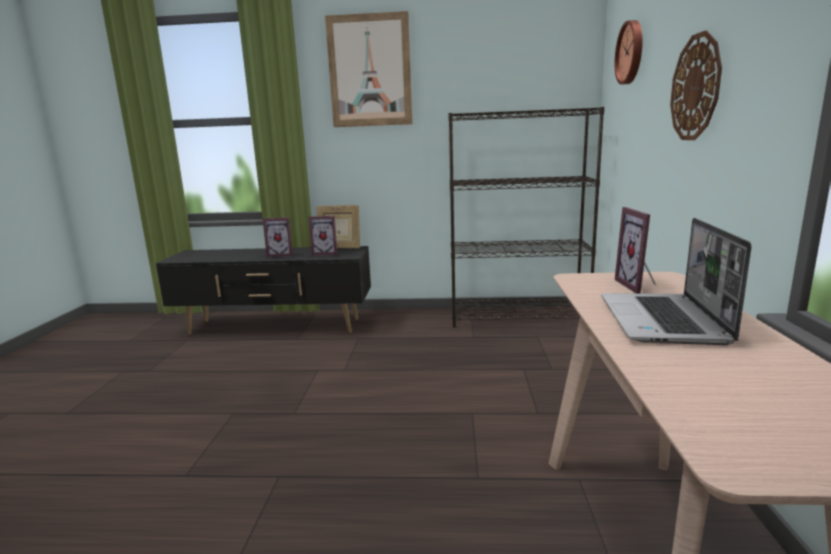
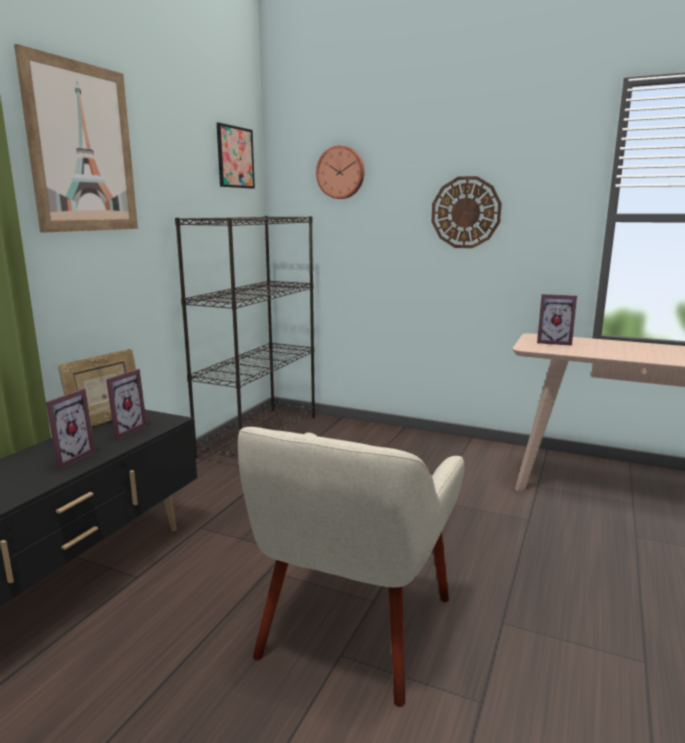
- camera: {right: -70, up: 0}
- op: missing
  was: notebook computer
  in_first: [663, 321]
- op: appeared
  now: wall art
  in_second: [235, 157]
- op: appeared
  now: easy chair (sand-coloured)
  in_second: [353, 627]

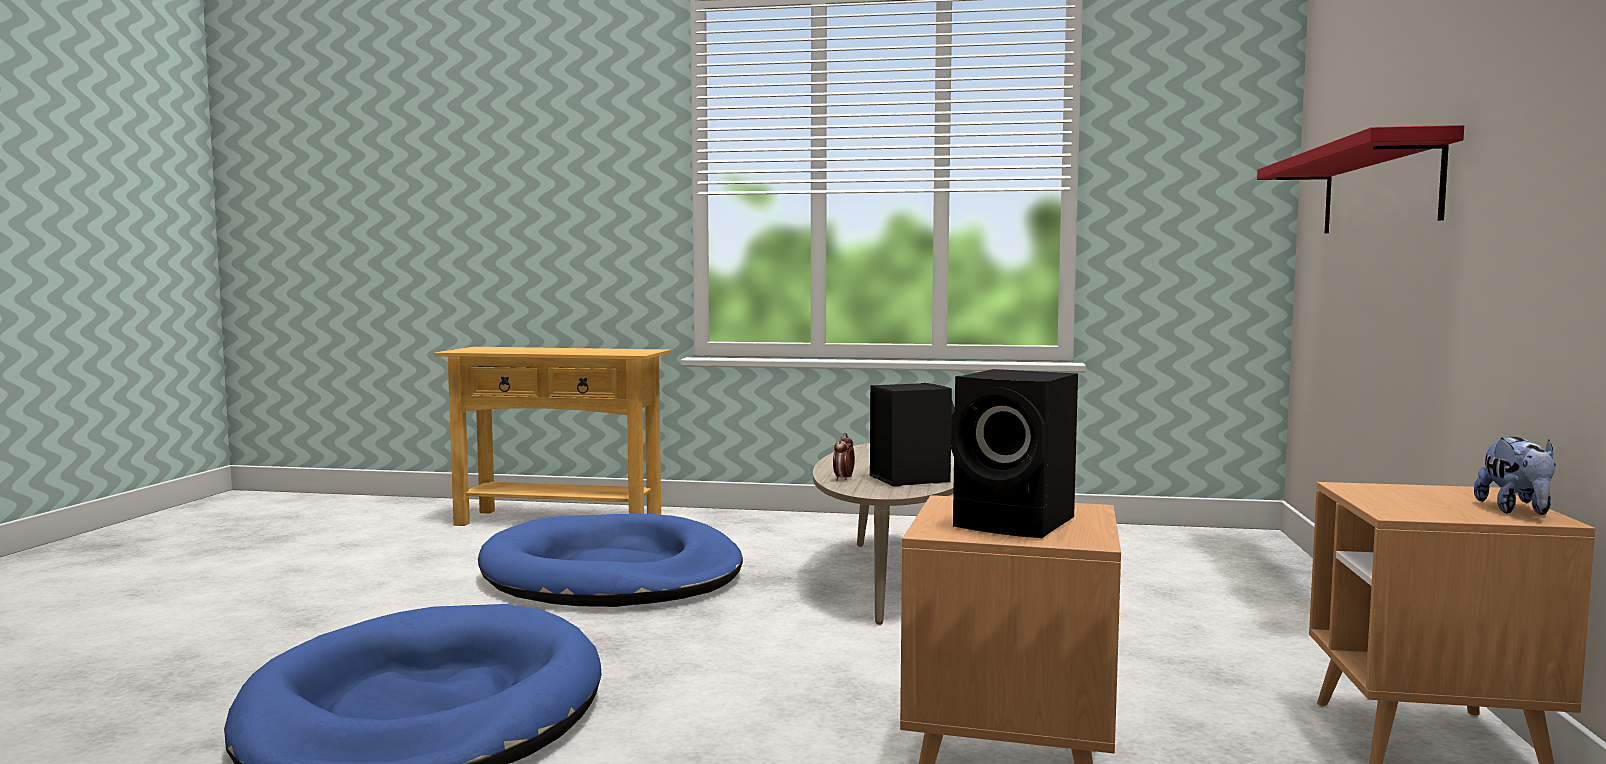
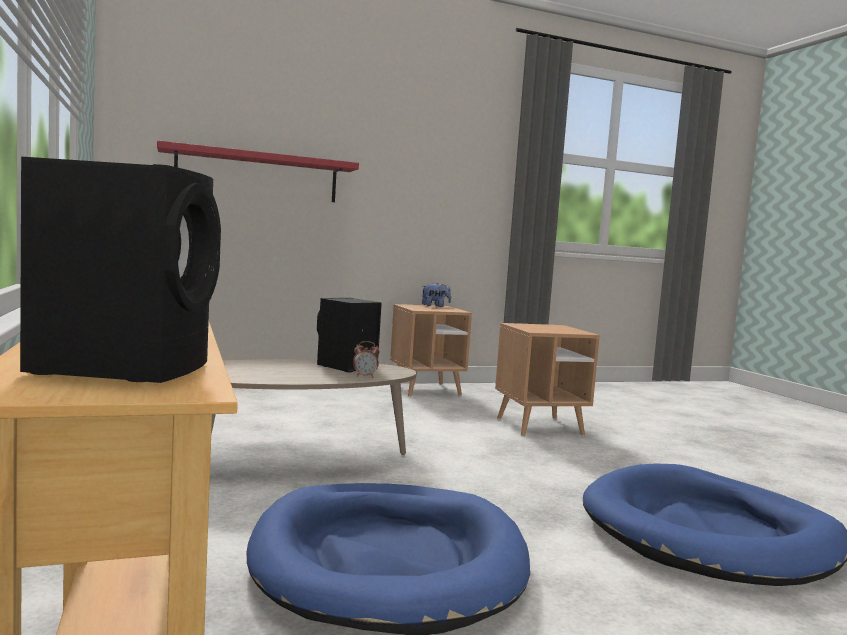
- camera: {right: -120, up: 0}
- op: relocated
  was: loudspeaker (blackish)
  in_first: [1018, 524]
  in_second: [127, 367]

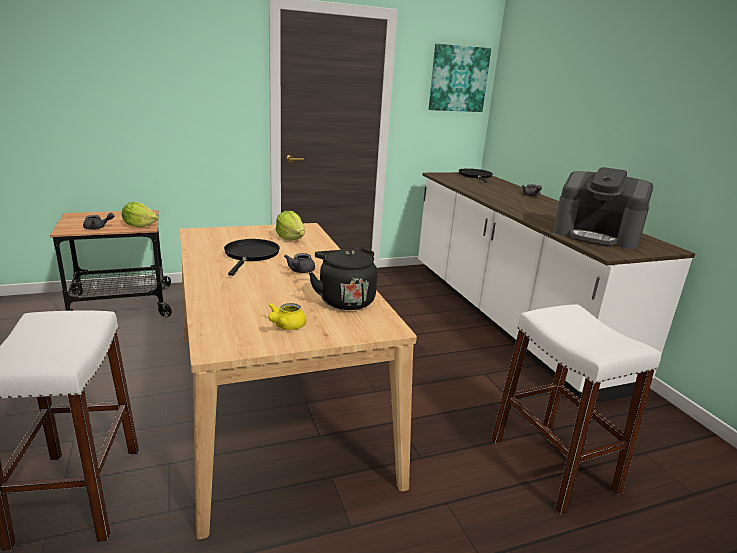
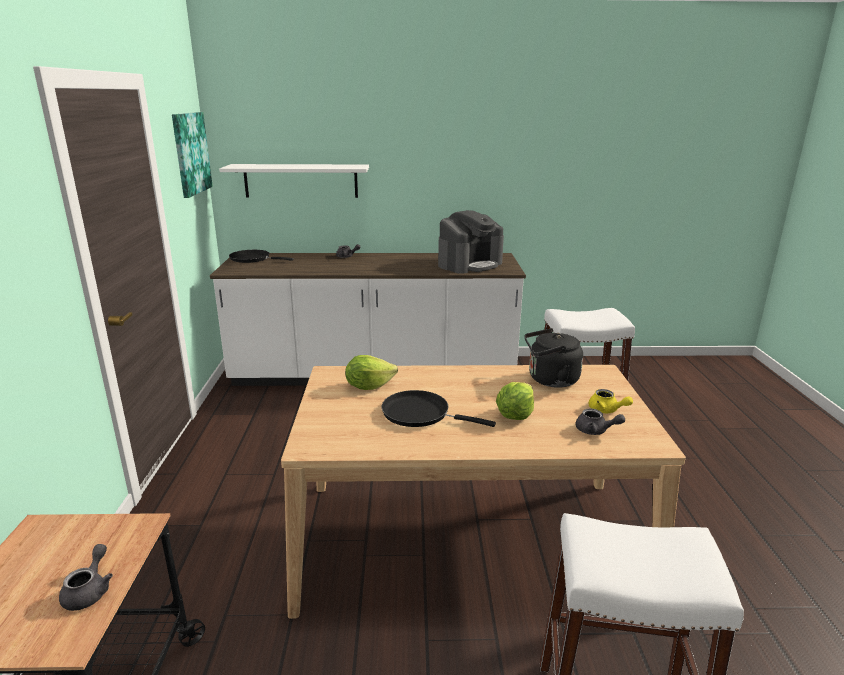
- camera: {right: -70, up: 0}
- op: relocated
  was: head of lettuce
  in_first: [140, 225]
  in_second: [515, 415]
- op: relocated
  was: teapot (gray)
  in_first: [300, 271]
  in_second: [595, 431]
- op: appeared
  now: shelf (white)
  in_second: [301, 180]

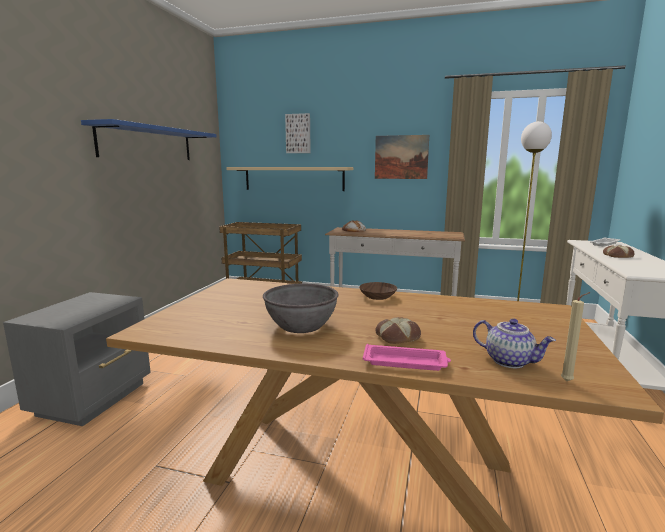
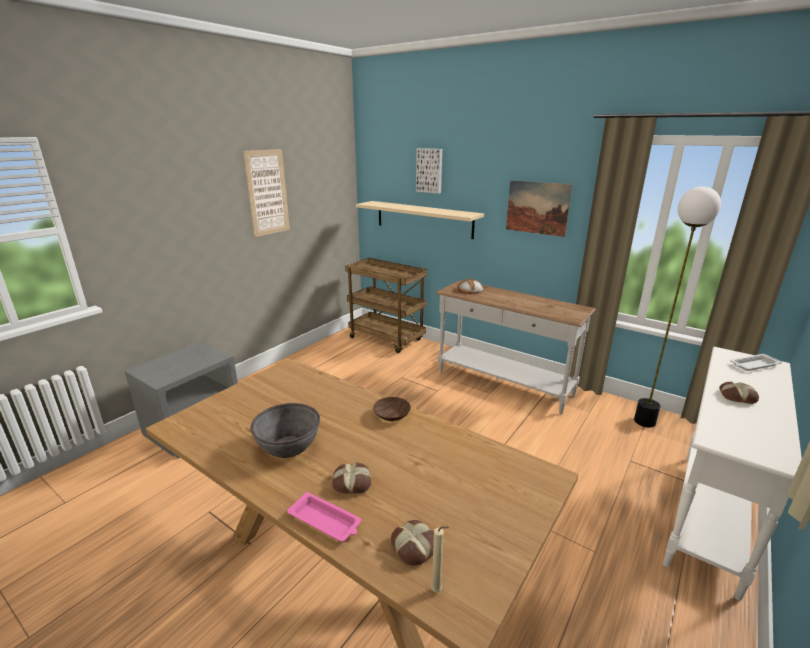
- camera: {right: 20, up: 10}
- op: exchanged
  was: shelf (bluish)
  now: wall art
  in_first: [148, 143]
  in_second: [267, 193]
- op: exchanged
  was: teapot
  now: bread
  in_first: [509, 361]
  in_second: [415, 546]

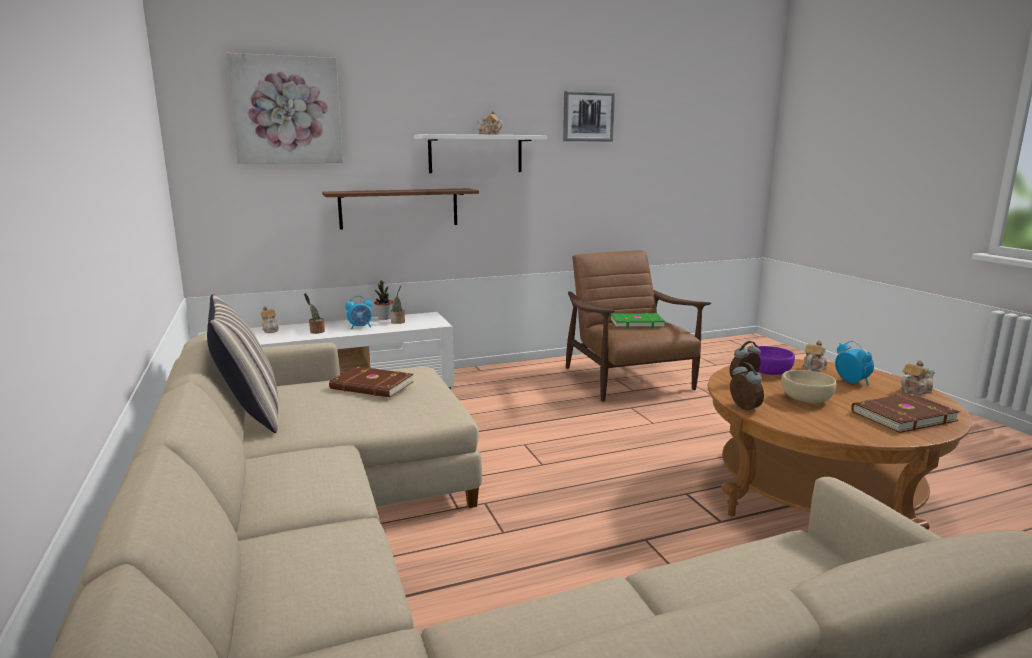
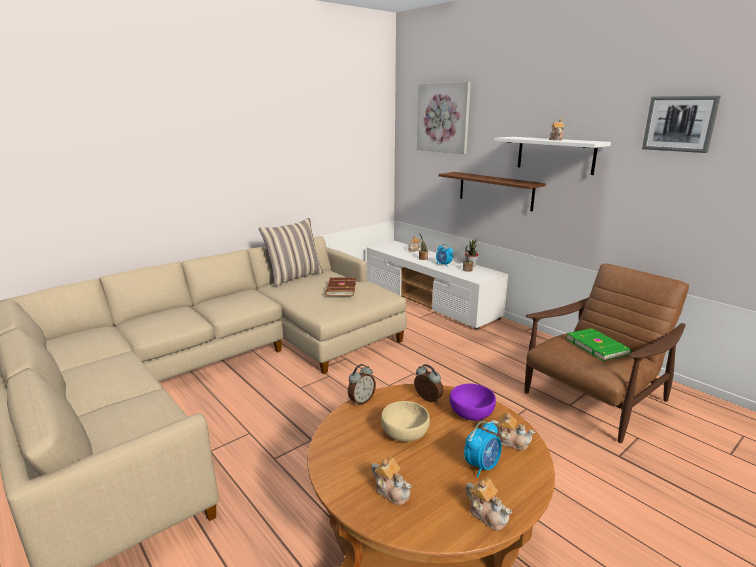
- camera: {right: 70, up: 5}
- op: exchanged
  was: bound book (brownish)
  now: teapot
  in_first: [901, 416]
  in_second: [392, 491]

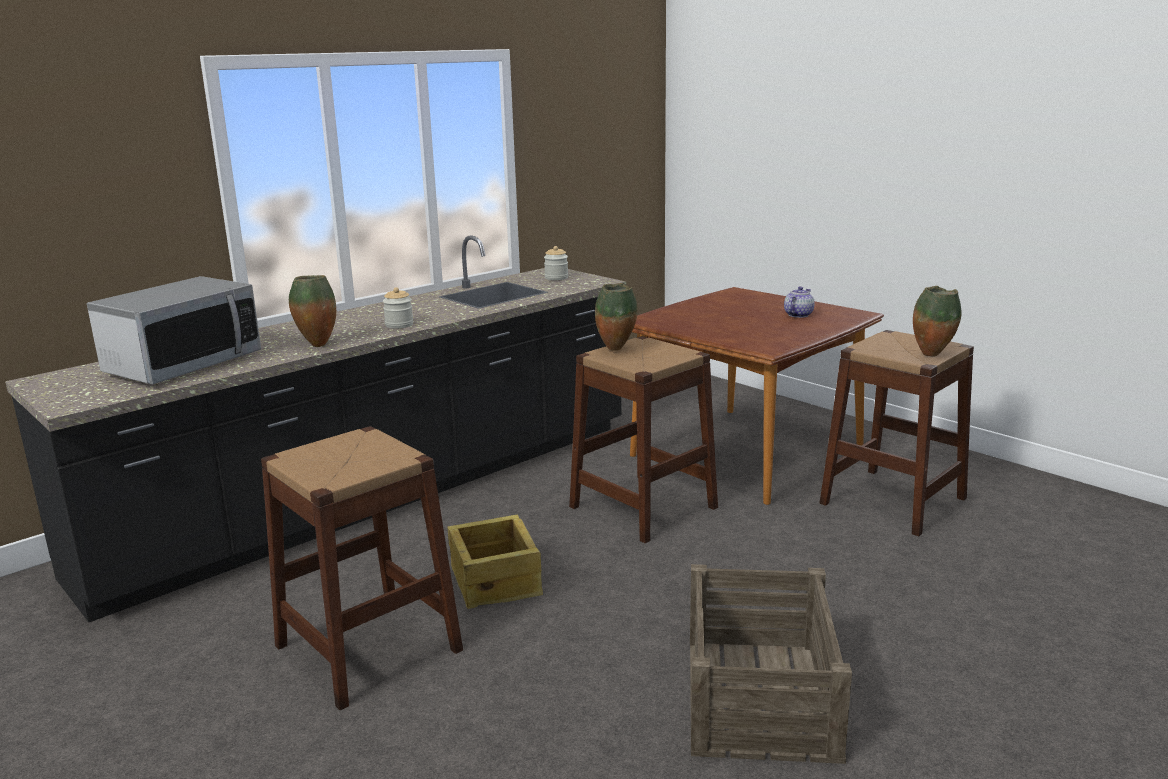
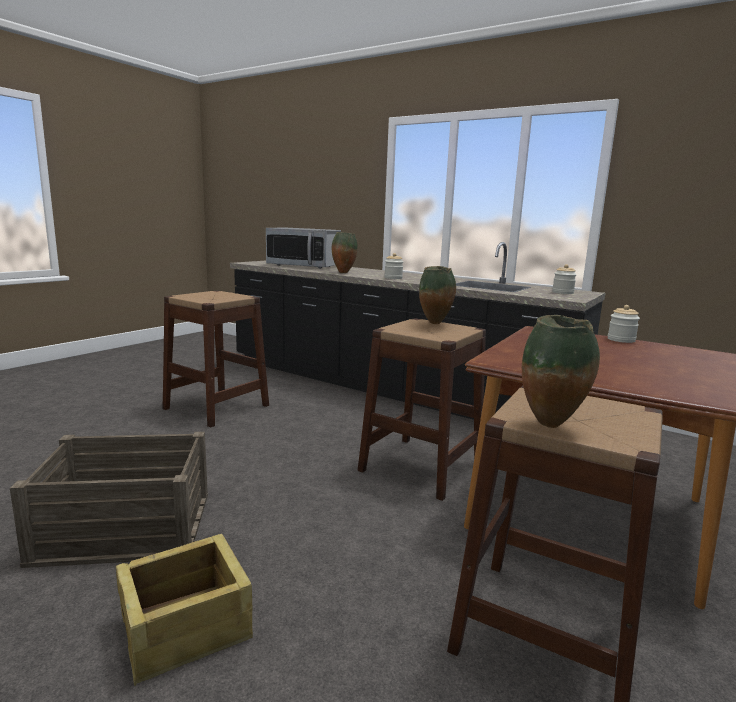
- camera: {right: 75, up: -5}
- op: relocated
  was: packing crate
  in_first: [496, 580]
  in_second: [187, 628]
- op: missing
  was: teapot
  in_first: [798, 315]
- op: appeared
  now: jar
  in_second: [621, 340]

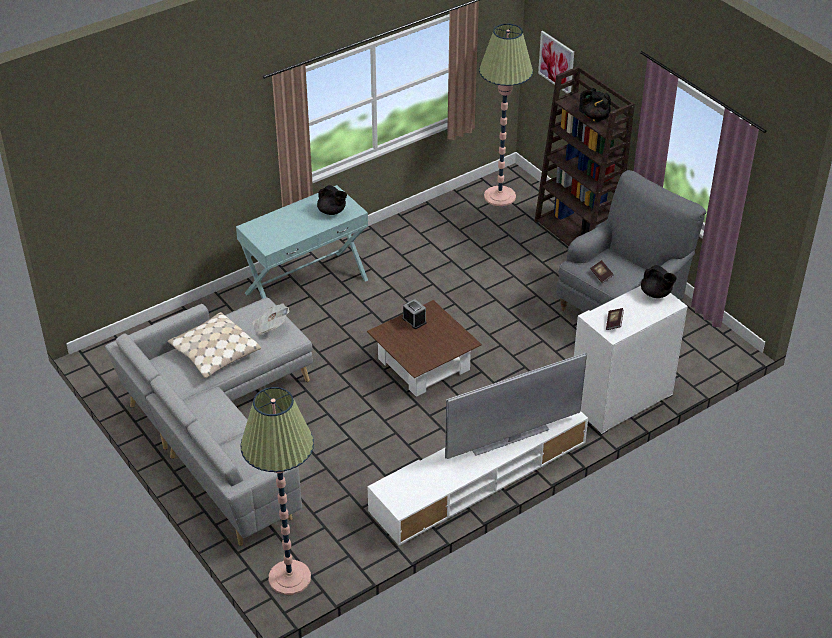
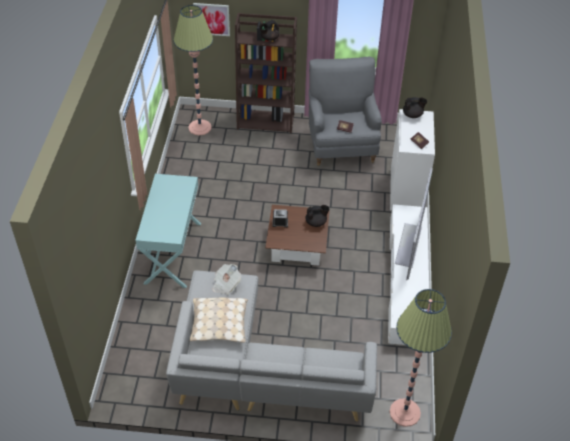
- camera: {right: -50, up: 5}
- op: relocated
  was: teapot (blackish)
  in_first: [332, 211]
  in_second: [316, 222]

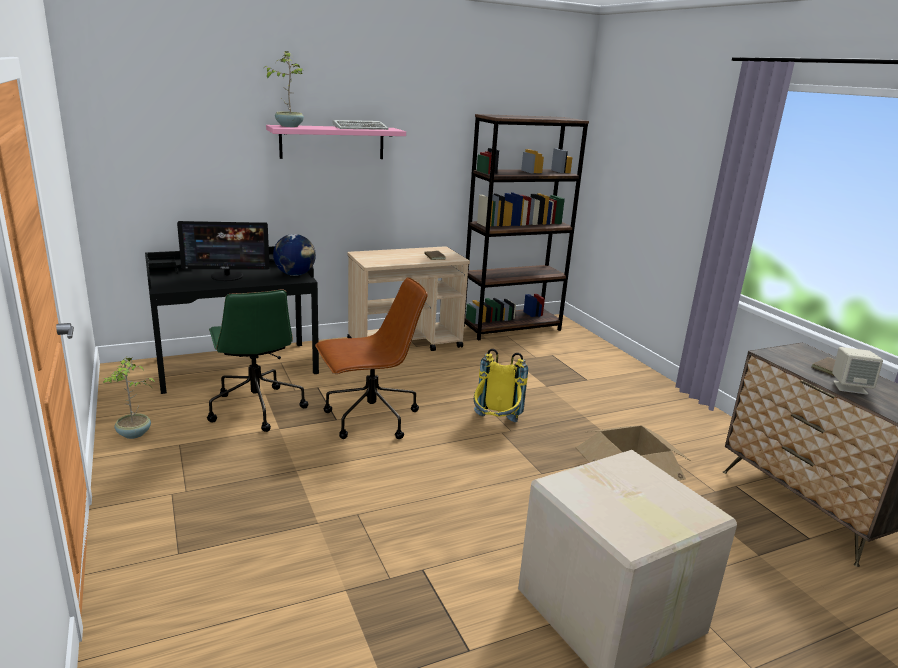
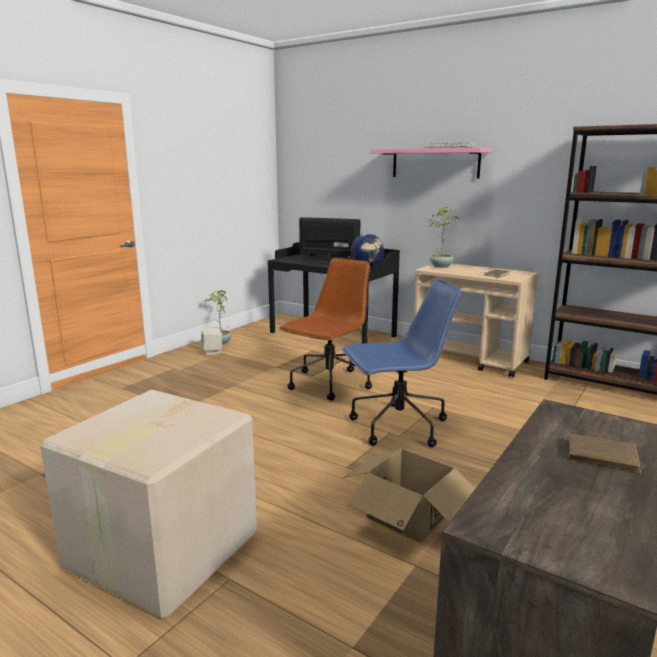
- camera: {right: 60, up: -5}
- op: spun
  was: monitor
  in_first: [227, 276]
  in_second: [328, 261]
  clockwise: 150
- op: missing
  was: office chair (greenish)
  in_first: [256, 408]
- op: relocated
  was: potted plant
  in_first: [289, 126]
  in_second: [441, 266]
- op: spun
  was: office chair (brownish)
  in_first: [370, 419]
  in_second: [328, 384]
  clockwise: -90
- op: exchanged
  was: knapsack (yellowish)
  now: office chair (bluish)
  in_first: [495, 425]
  in_second: [397, 427]
- op: relocated
  was: loudspeaker (sand-coloured)
  in_first: [850, 387]
  in_second: [212, 352]

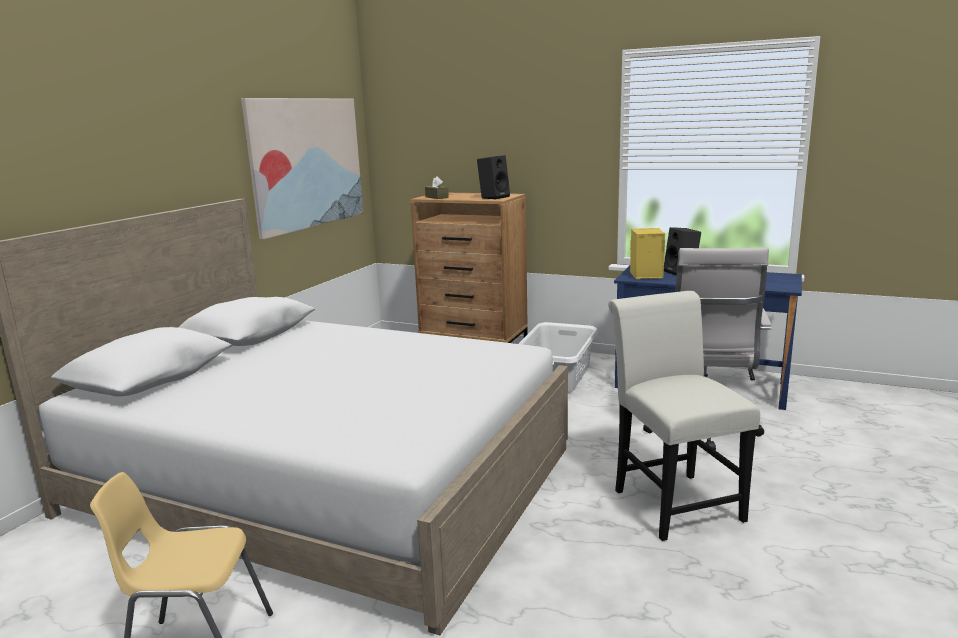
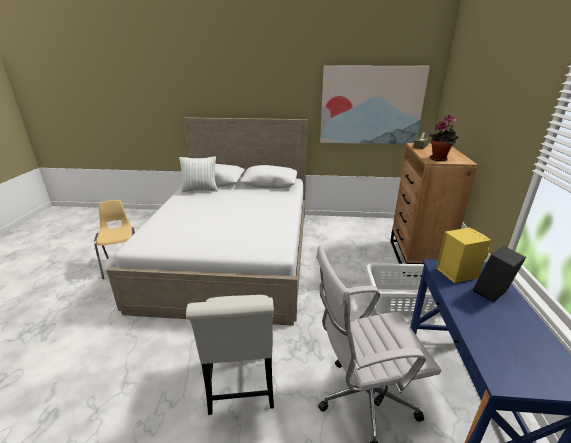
- camera: {right: 70, up: 10}
- op: exchanged
  was: loudspeaker (blackish)
  now: potted plant
  in_first: [494, 197]
  in_second: [439, 159]
- op: spun
  was: upright chair (white)
  in_first: [672, 500]
  in_second: [241, 388]
  clockwise: 120
- op: appeared
  now: cushion
  in_second: [200, 190]

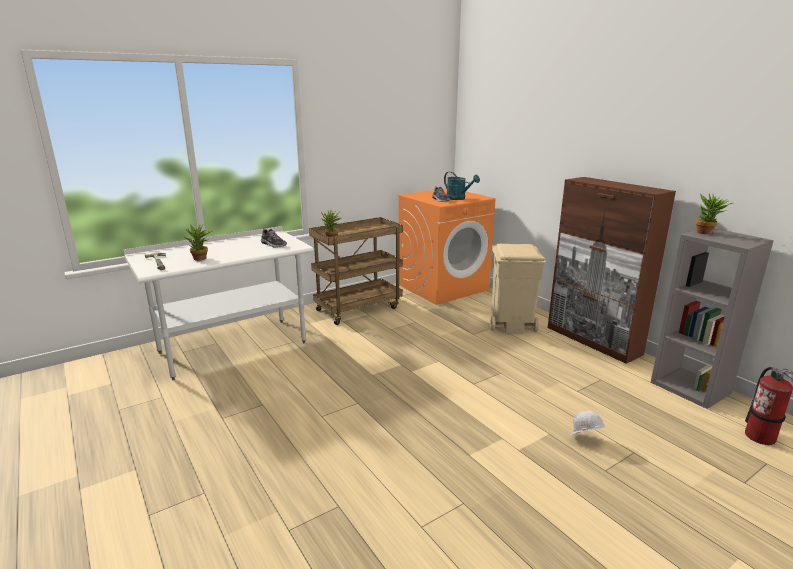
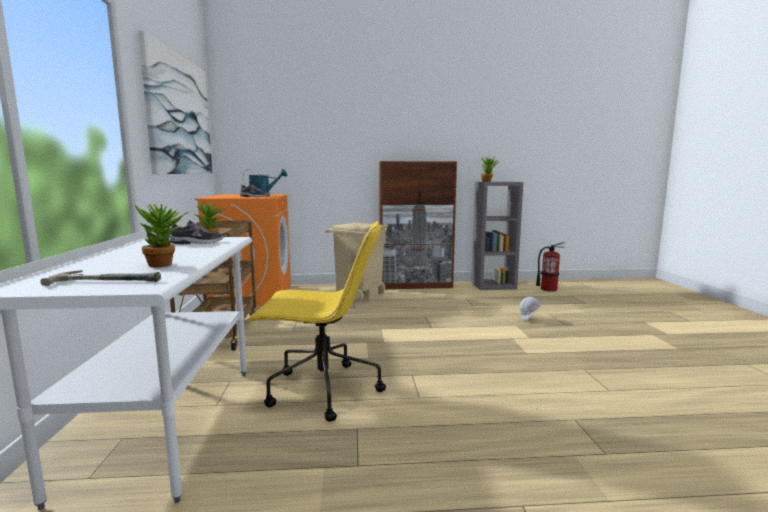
- camera: {right: -60, up: -10}
- op: appeared
  now: wall art
  in_second: [179, 115]
- op: appeared
  now: office chair (yellowish)
  in_second: [321, 390]

